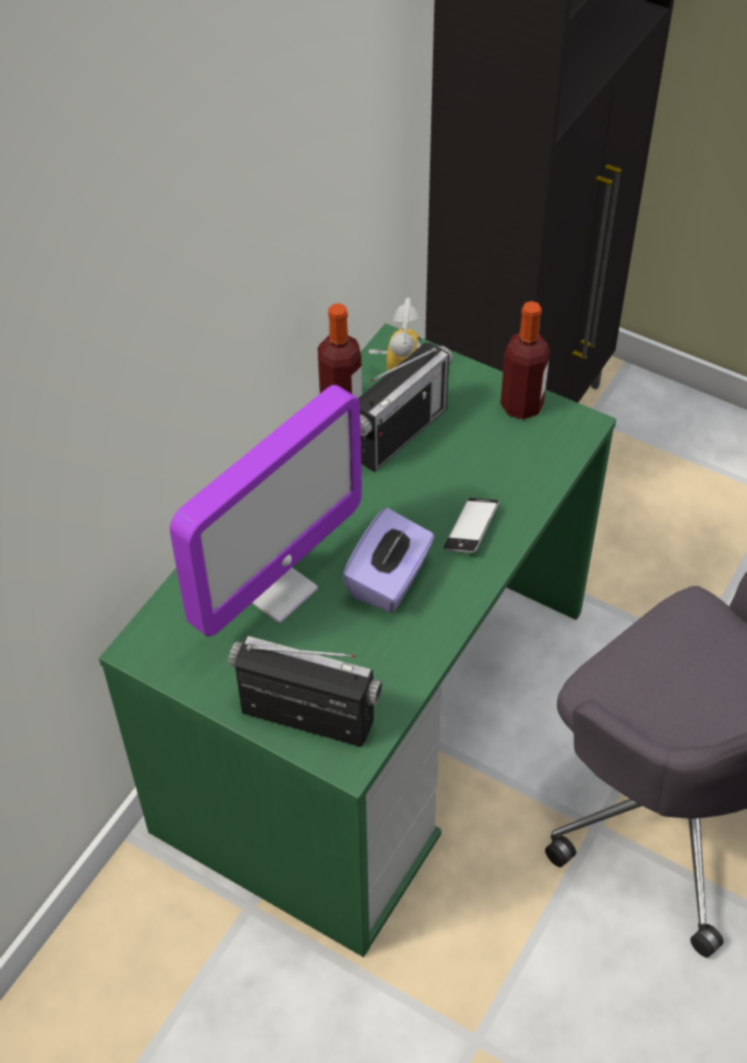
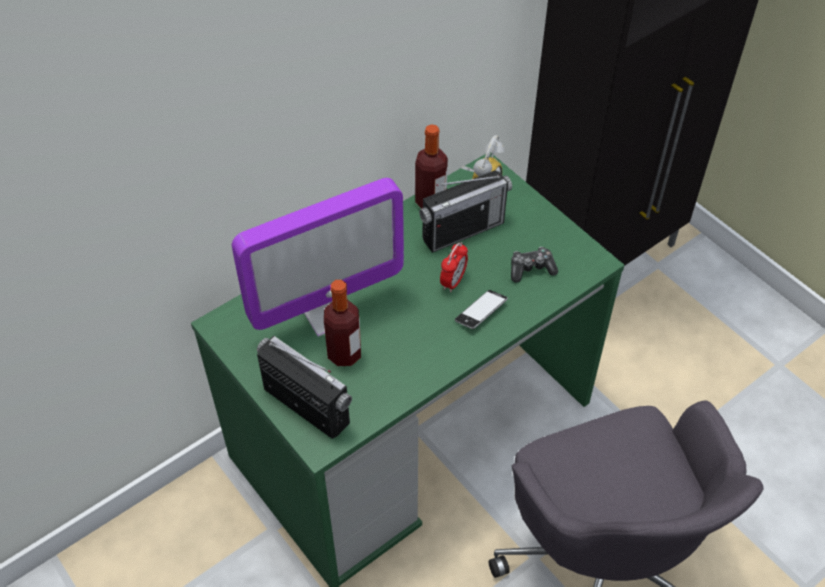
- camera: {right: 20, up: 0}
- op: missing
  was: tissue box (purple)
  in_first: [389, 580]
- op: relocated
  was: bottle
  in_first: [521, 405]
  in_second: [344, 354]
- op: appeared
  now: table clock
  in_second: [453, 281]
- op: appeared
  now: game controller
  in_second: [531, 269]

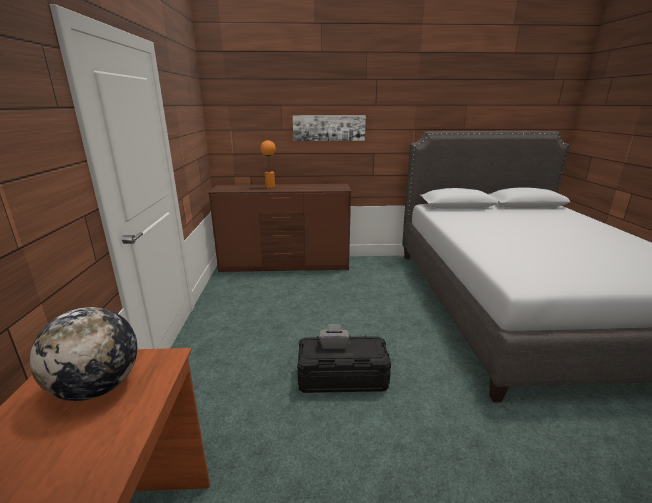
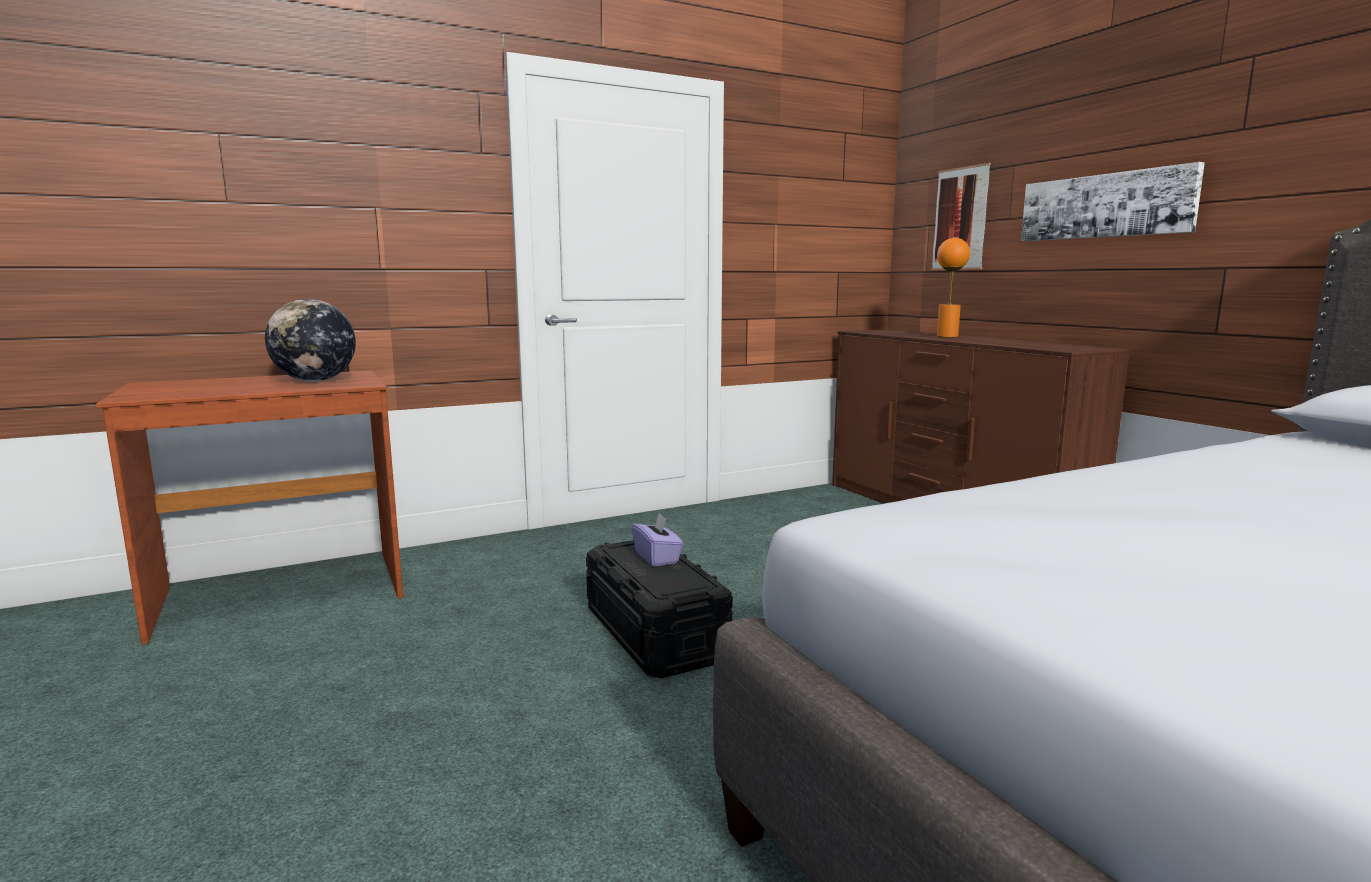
- camera: {right: 65, up: -10}
- op: colour
  was: tissue box (gray)
  now: tissue box (purple)
  in_first: [334, 344]
  in_second: [657, 558]
- op: appeared
  now: wall art
  in_second: [960, 219]

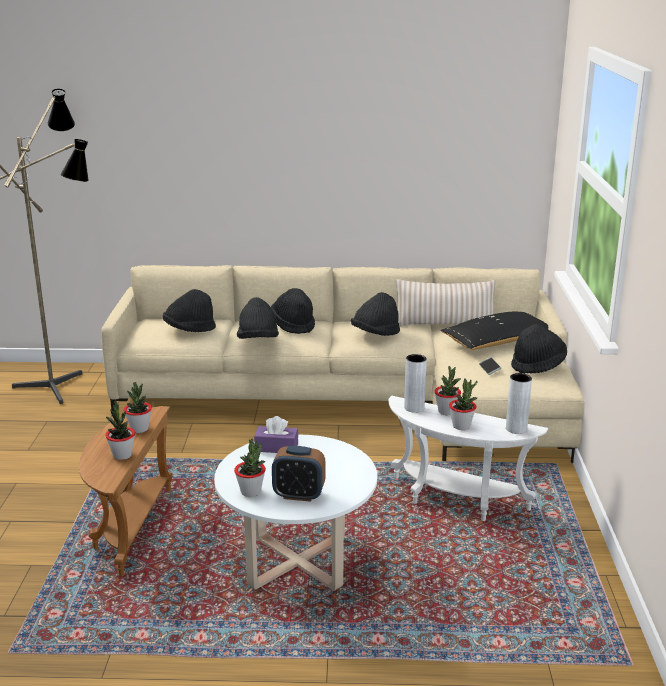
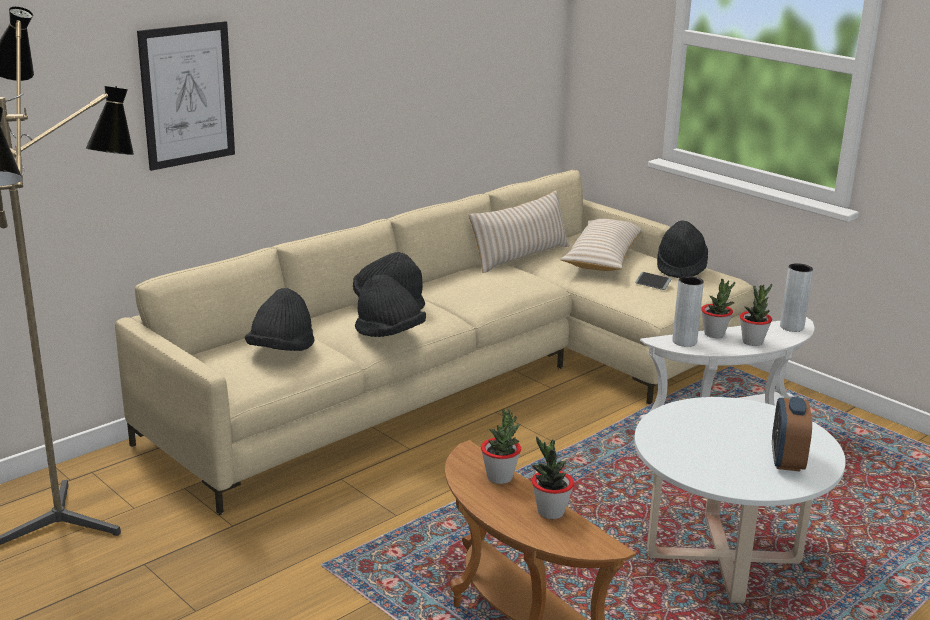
- camera: {right: -45, up: 0}
- op: missing
  was: potted plant
  in_first: [251, 492]
- op: missing
  was: tissue box (purple)
  in_first: [276, 447]
- op: spun
  was: table clock
  in_first: [299, 495]
  in_second: [787, 461]
  clockwise: 135
- op: missing
  was: wearable hat (blackish)
  in_first: [375, 334]
- op: colour
  was: cushion (blackish)
  now: cushion (sand-coloured)
  in_first: [497, 341]
  in_second: [603, 257]
- op: appeared
  now: wall art
  in_second: [187, 95]

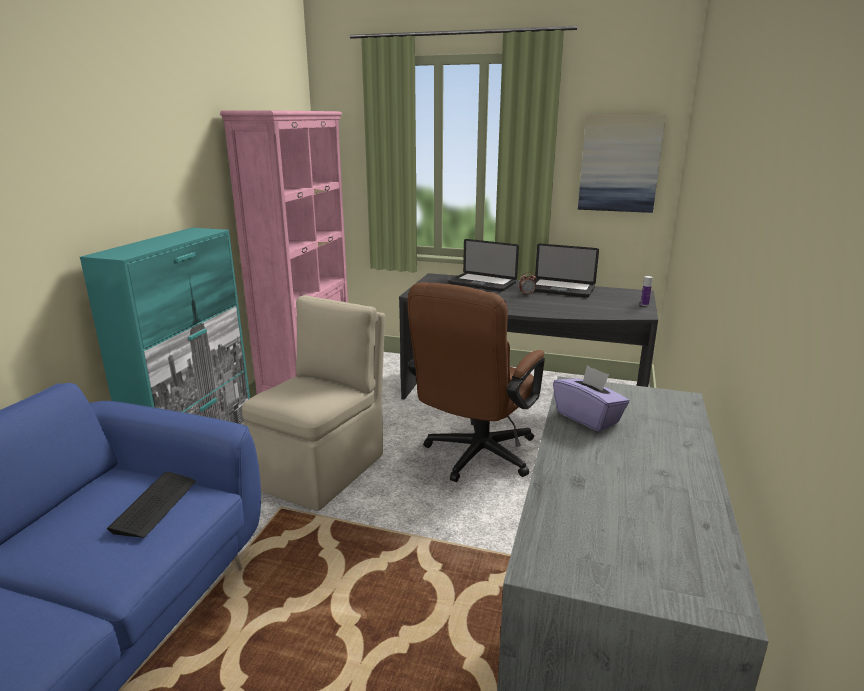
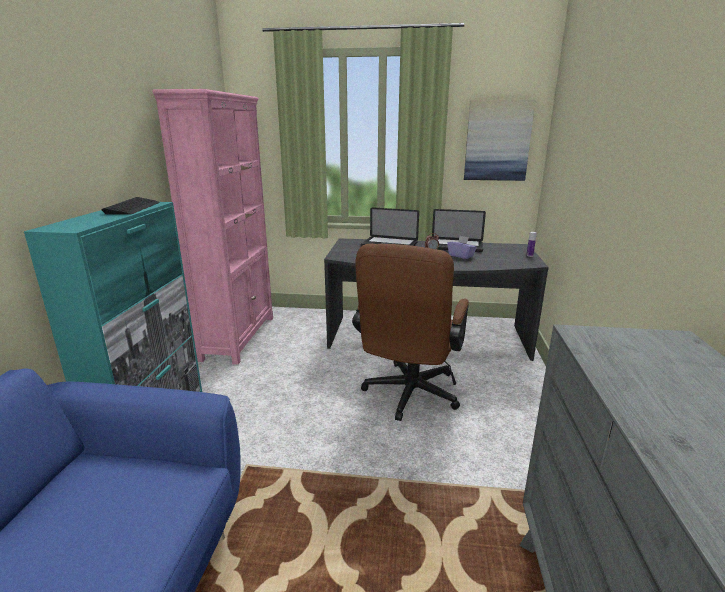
- camera: {right: -10, up: 0}
- op: relocated
  was: PC keyboard
  in_first: [155, 505]
  in_second: [133, 208]
- op: missing
  was: upright chair (sand-coloured)
  in_first: [322, 468]
- op: relocated
  was: tissue box (purple)
  in_first: [588, 417]
  in_second: [461, 256]

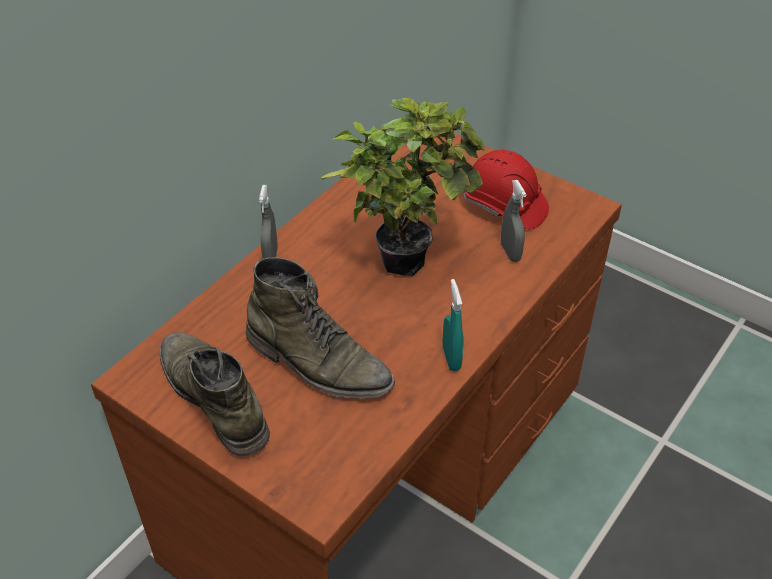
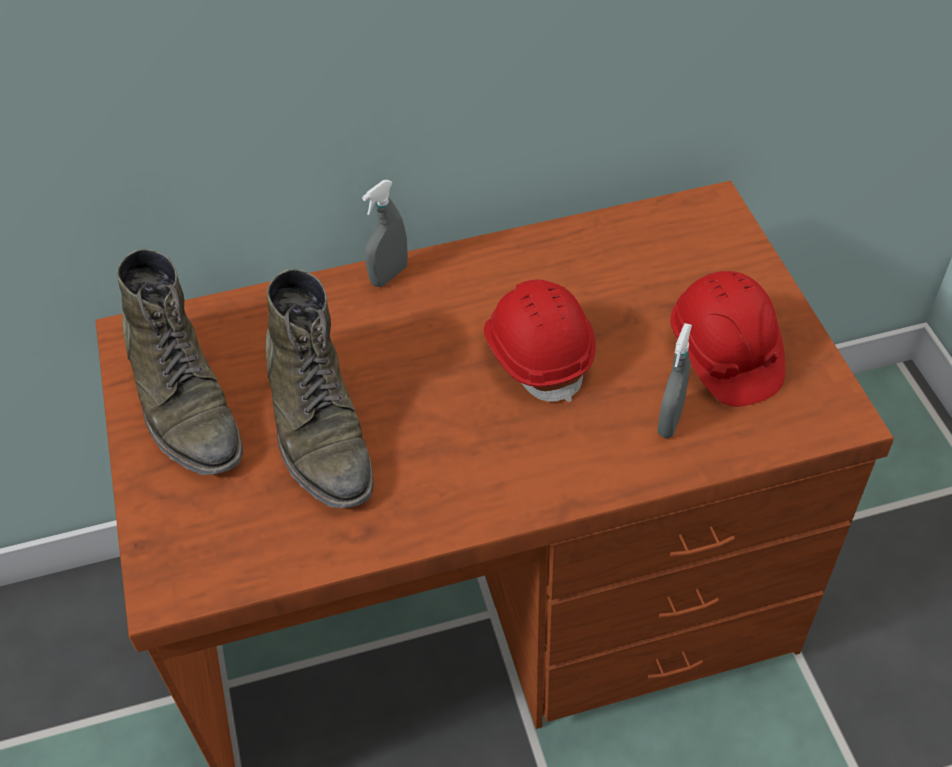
- camera: {right: 40, up: 5}
- op: spun
  was: boot (greenish)
  in_first: [214, 397]
  in_second: [184, 403]
  clockwise: 150
- op: exchanged
  was: potted plant
  now: work helmet (red-coloured)
  in_first: [405, 255]
  in_second: [538, 354]
- op: missing
  was: hand sprayer (blue-green)
  in_first: [451, 358]

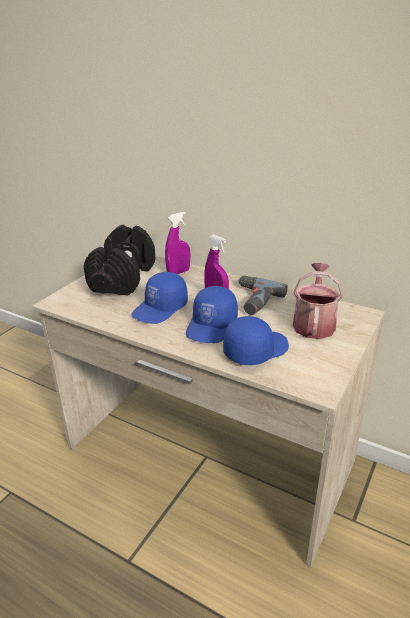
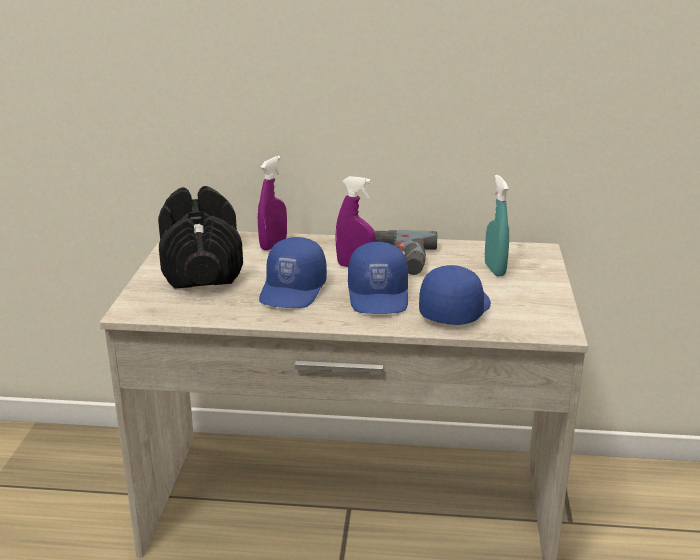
- camera: {right: -25, up: -5}
- op: exchanged
  was: watering can
  now: hand sprayer (blue-green)
  in_first: [314, 323]
  in_second: [494, 269]

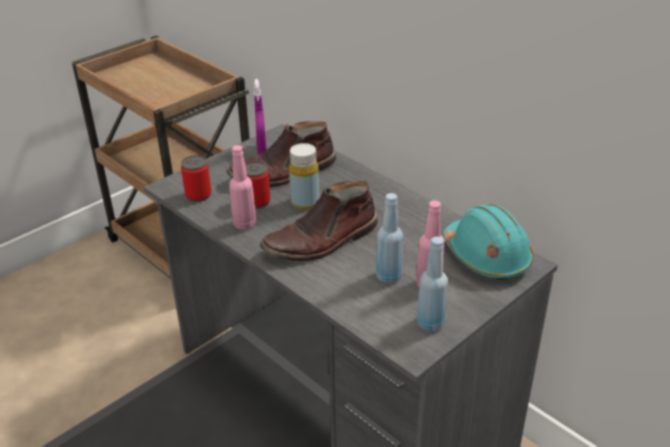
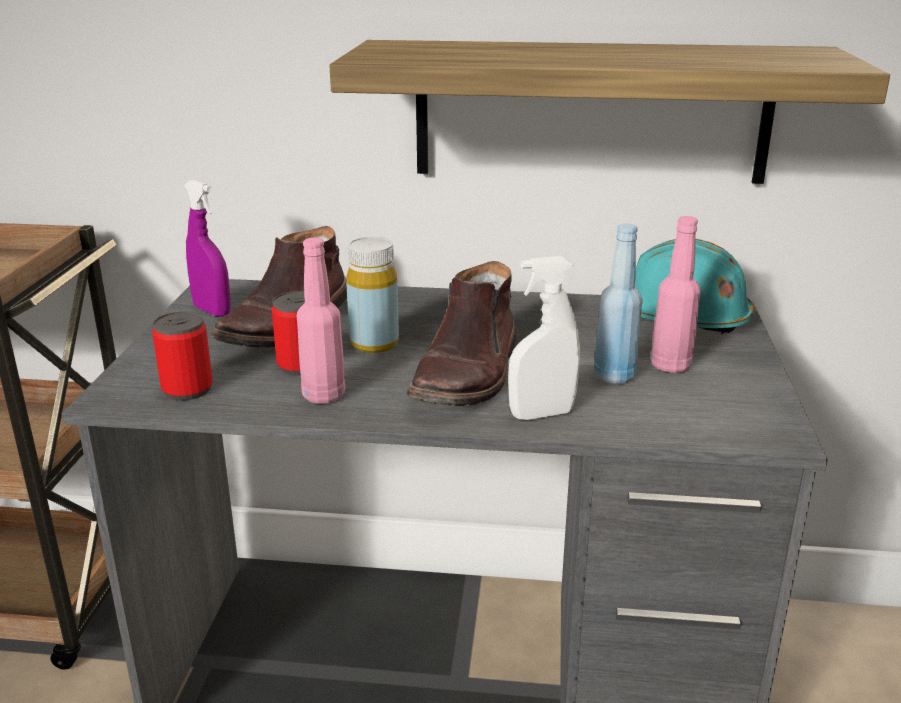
- camera: {right: -40, up: -10}
- op: missing
  was: bottle (bluish)
  in_first: [430, 323]
- op: appeared
  now: shelf
  in_second: [591, 112]
- op: appeared
  now: hand sprayer (white)
  in_second: [541, 414]

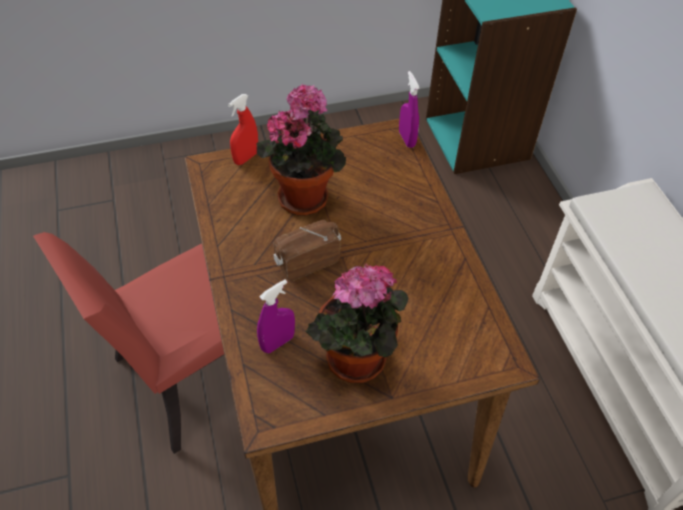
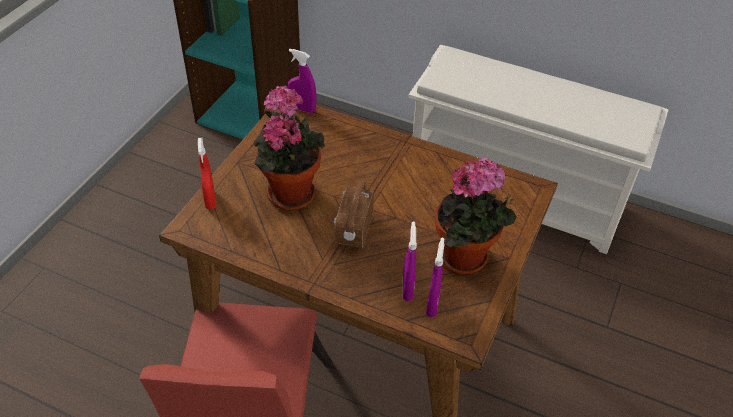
- camera: {right: -50, up: -5}
- op: appeared
  now: hand sprayer (purple)
  in_second: [432, 305]

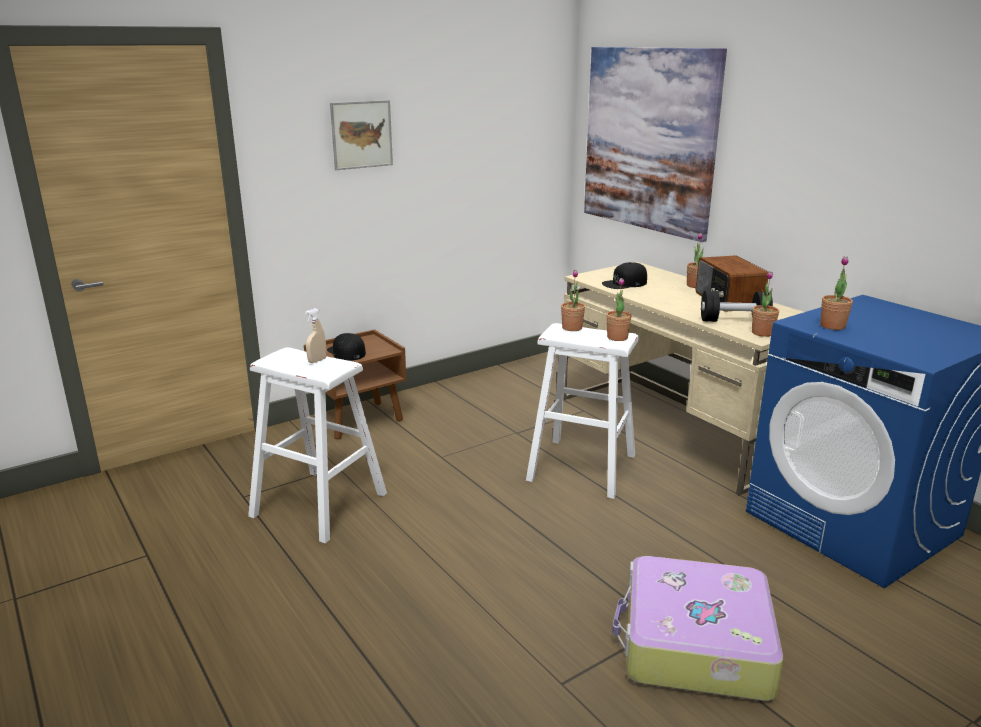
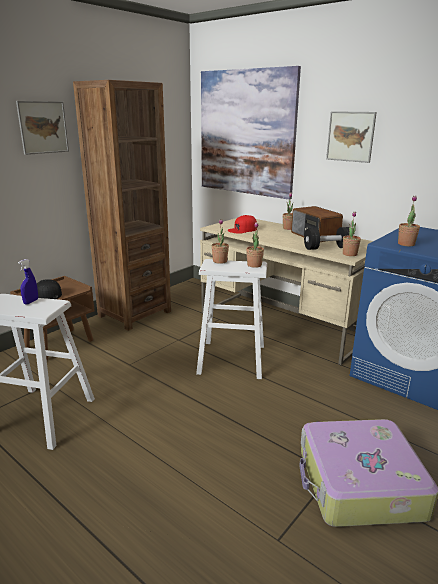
- camera: {right: -15, up: 0}
- op: colour
  was: hand sprayer (sand-coloured)
  now: hand sprayer (bluish)
  in_first: [317, 360]
  in_second: [31, 302]
- op: colour
  was: baseball cap (blackish)
  now: baseball cap (red-coloured)
  in_first: [625, 283]
  in_second: [242, 229]
- op: appeared
  now: bookshelf (brownish)
  in_second: [134, 314]
- op: appeared
  now: wall art
  in_second: [350, 136]

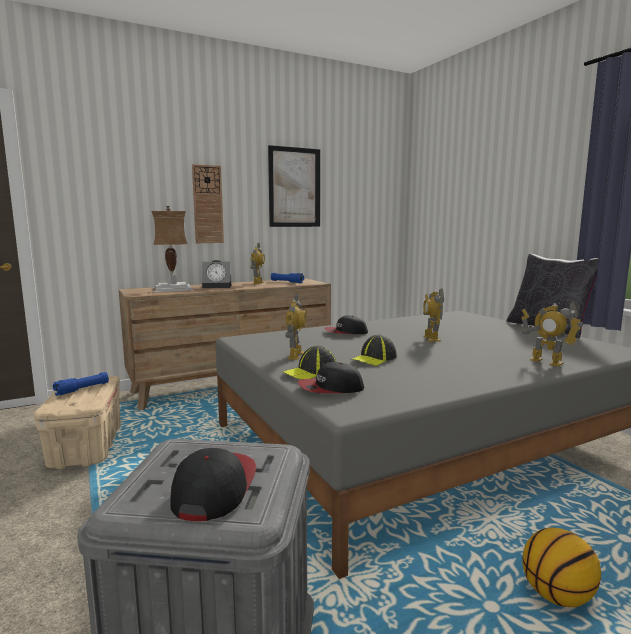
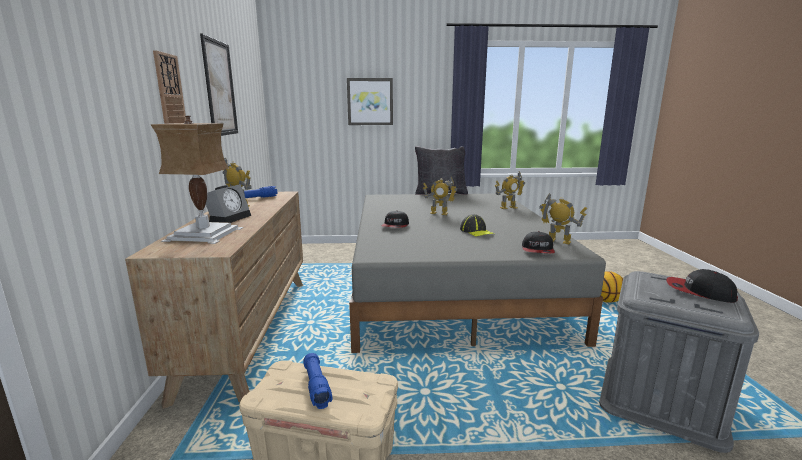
- camera: {right: -65, up: 5}
- op: missing
  was: baseball cap
  in_first: [310, 372]
- op: relocated
  was: robot figure
  in_first: [295, 355]
  in_second: [558, 241]
- op: appeared
  now: wall art
  in_second: [370, 101]

